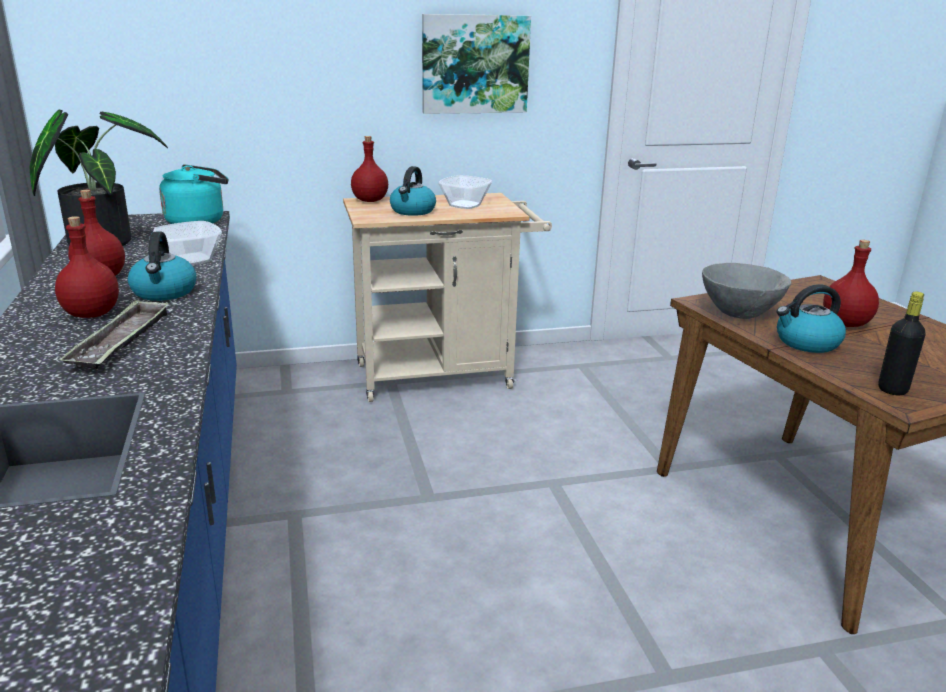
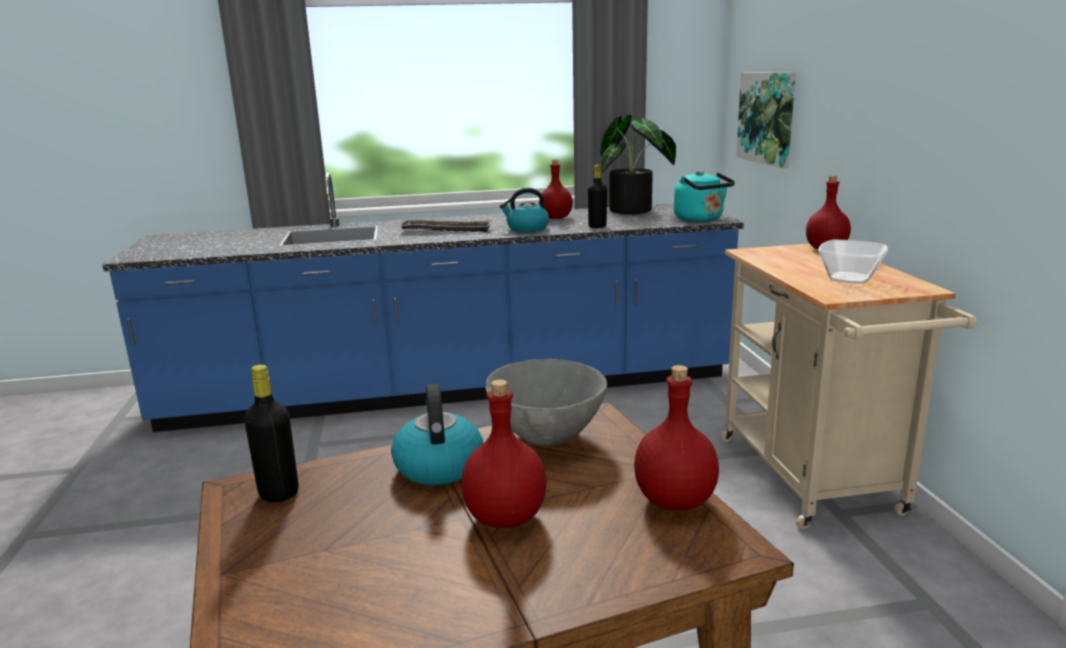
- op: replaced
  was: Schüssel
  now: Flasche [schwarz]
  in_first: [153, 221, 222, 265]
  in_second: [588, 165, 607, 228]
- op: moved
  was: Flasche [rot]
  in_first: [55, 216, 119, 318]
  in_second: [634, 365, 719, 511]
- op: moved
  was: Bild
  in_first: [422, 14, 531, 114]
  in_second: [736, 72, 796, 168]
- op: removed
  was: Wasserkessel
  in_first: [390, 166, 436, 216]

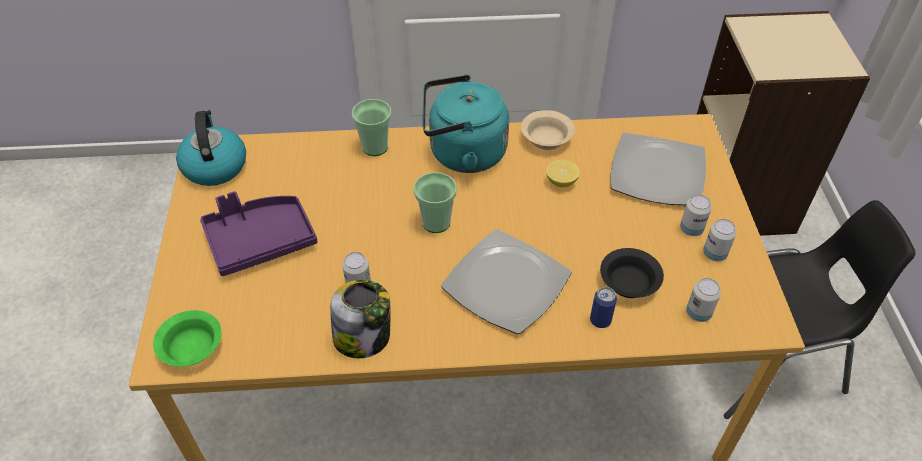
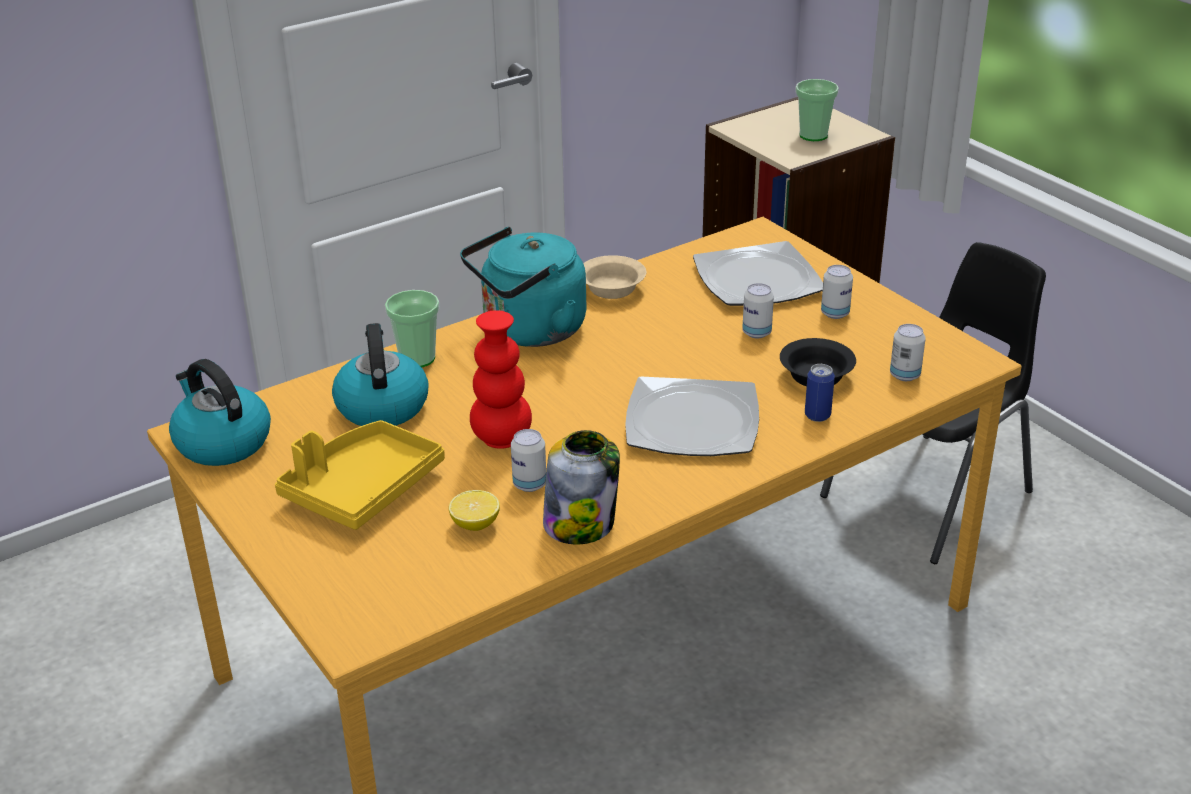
- op: recoloured
  was: Tablett [lila]
  now: Tablett [gelb]
  in_first: [200, 191, 317, 276]
  in_second: [275, 420, 445, 530]
- op: added
  now: Wasserkessel
  in_second: [332, 323, 429, 426]
- op: moved
  was: Zitrone
  in_first: [546, 160, 580, 187]
  in_second: [449, 490, 500, 531]
- op: added
  now: Vase [rot]
  in_second: [470, 310, 532, 449]
- op: moved
  was: Dose
  in_first: [703, 219, 736, 261]
  in_second: [742, 283, 774, 339]
- op: moved
  was: Tasse
  in_first: [413, 172, 457, 233]
  in_second: [796, 79, 839, 141]
- op: removed
  was: Schüssel [grün]
  in_first: [153, 310, 222, 367]

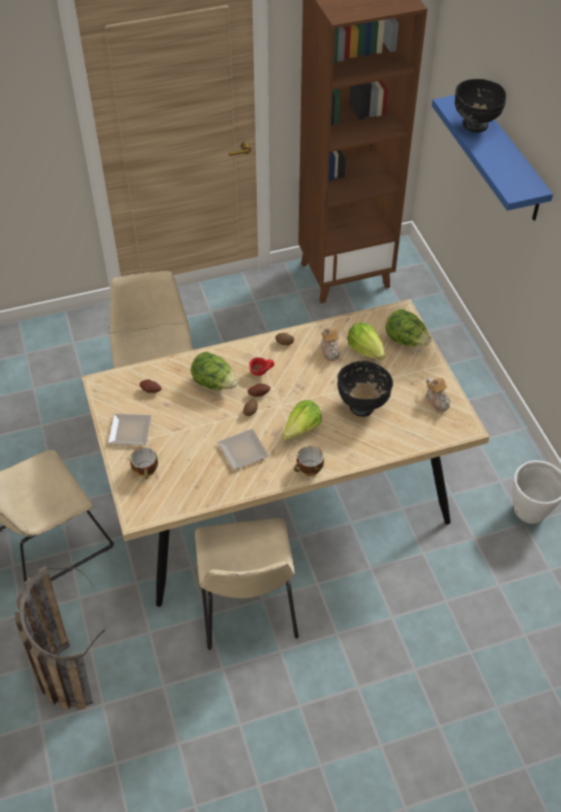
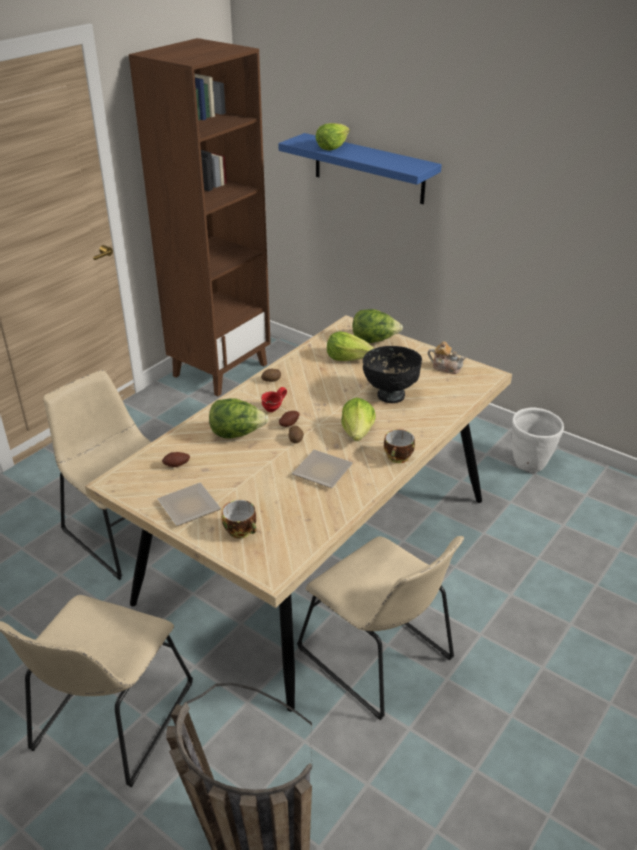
- op: replaced
  was: Schüssel [schwarz]
  now: Salatkopf
  in_first: [455, 79, 506, 133]
  in_second: [315, 123, 350, 150]
- op: removed
  was: Teekanne
  in_first: [321, 327, 341, 361]

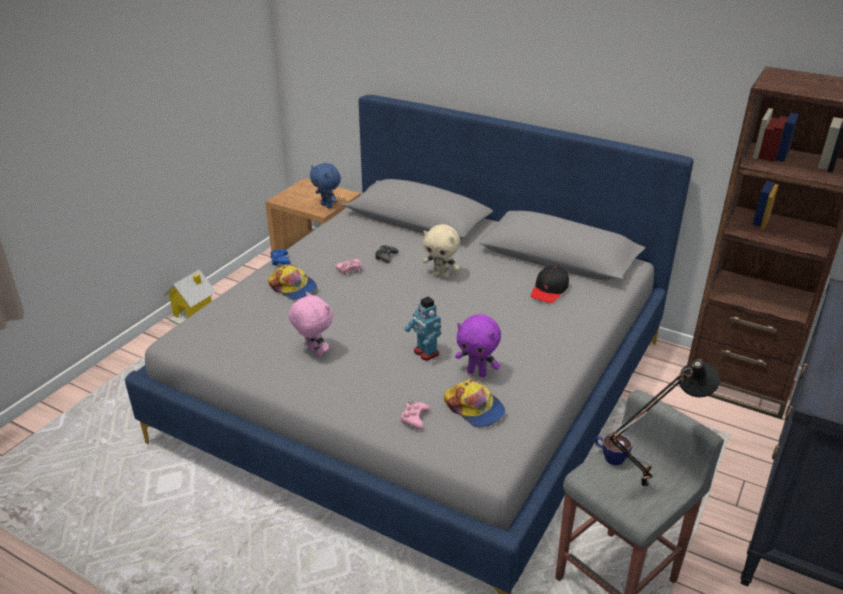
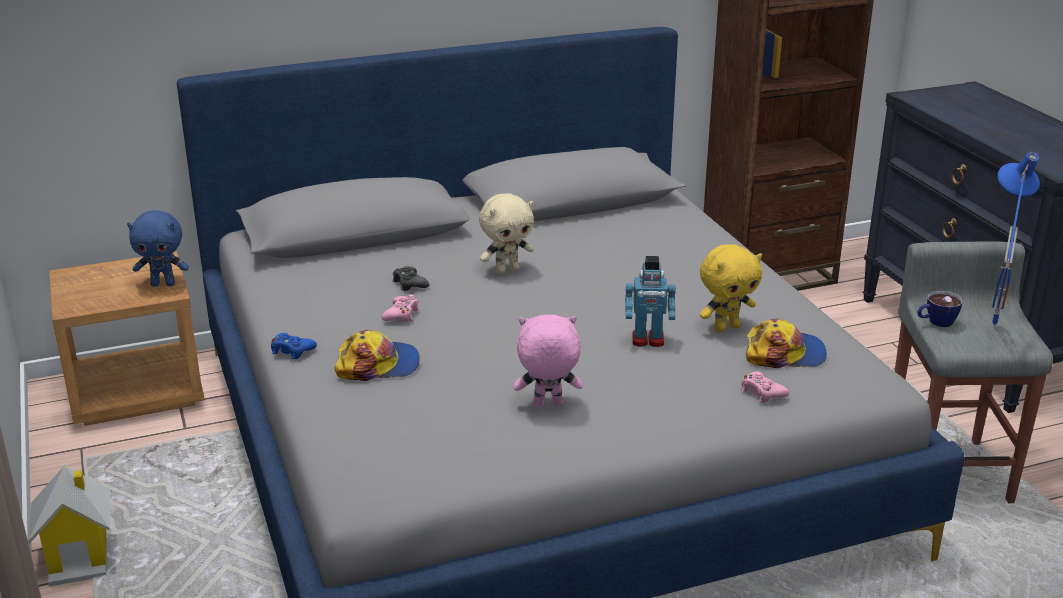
- op: recoloured
  was: Plüschtier [lila]
  now: Plüschtier [gelb]
  in_first: [455, 314, 501, 377]
  in_second: [700, 245, 762, 332]
- op: recoloured
  was: Tischlampe [schwarz]
  now: Tischlampe [blau]
  in_first: [607, 359, 720, 489]
  in_second: [992, 152, 1040, 329]
- op: removed
  was: Kappe [schwarz]
  in_first: [531, 265, 569, 303]

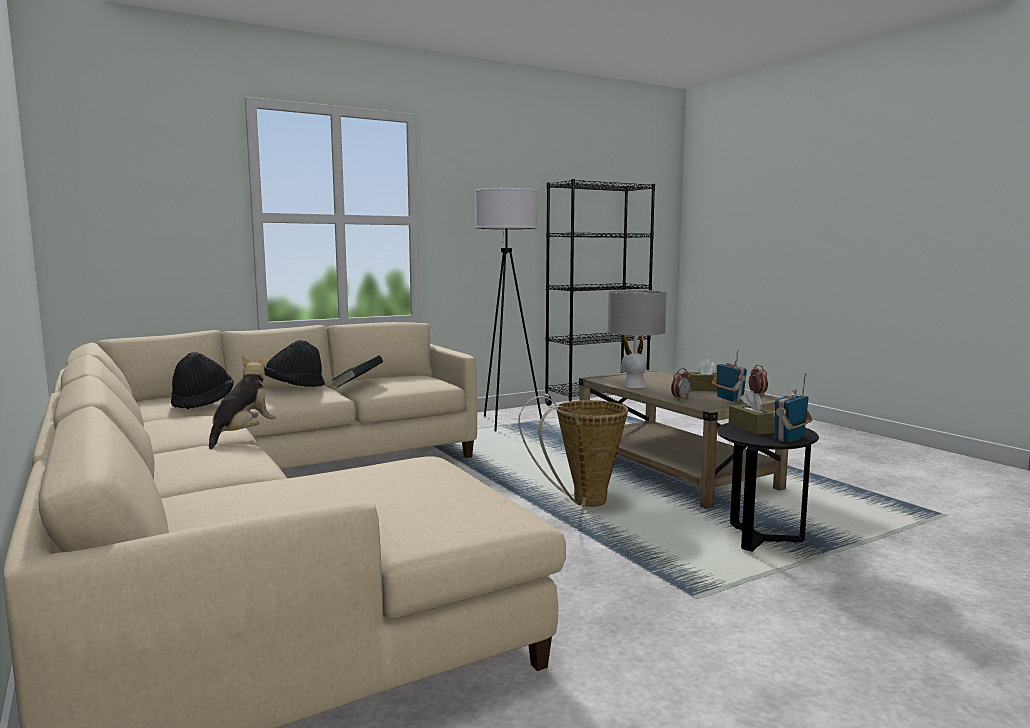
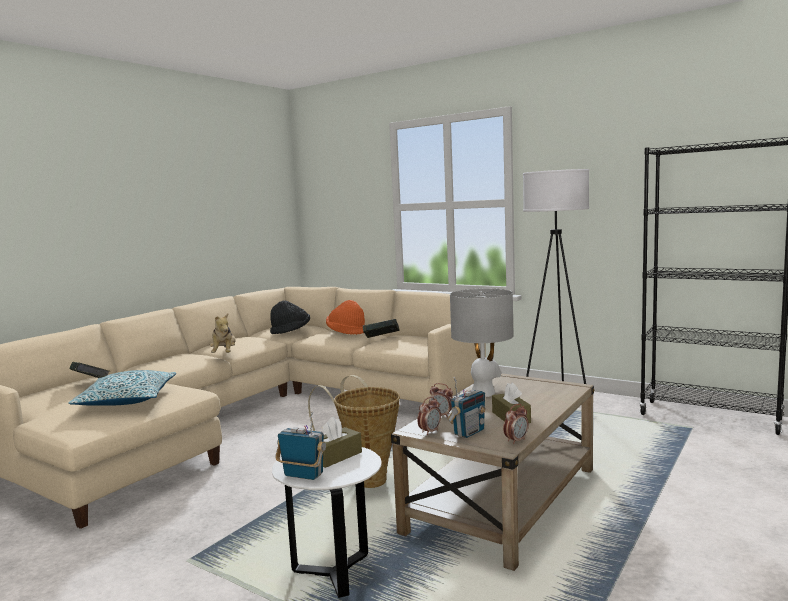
- op: added
  now: Kissen
  in_second: [68, 370, 176, 406]
- op: added
  now: Buch
  in_second: [69, 362, 110, 378]
- op: turned
  was: Plüschtier
  in_first: [209, 356, 276, 449]
  in_second: [210, 314, 236, 353]
  clockwise: 90
- op: recoloured
  was: Beistelltisch [schwarz]
  now: Beistelltisch [weiß]
  in_first: [717, 423, 819, 552]
  in_second: [272, 447, 382, 598]
- op: recoloured
  was: Hut [schwarz]
  now: Hut [orange]
  in_first: [264, 340, 325, 387]
  in_second: [326, 300, 365, 335]
- op: added
  now: Wecker
  in_second: [417, 397, 441, 435]

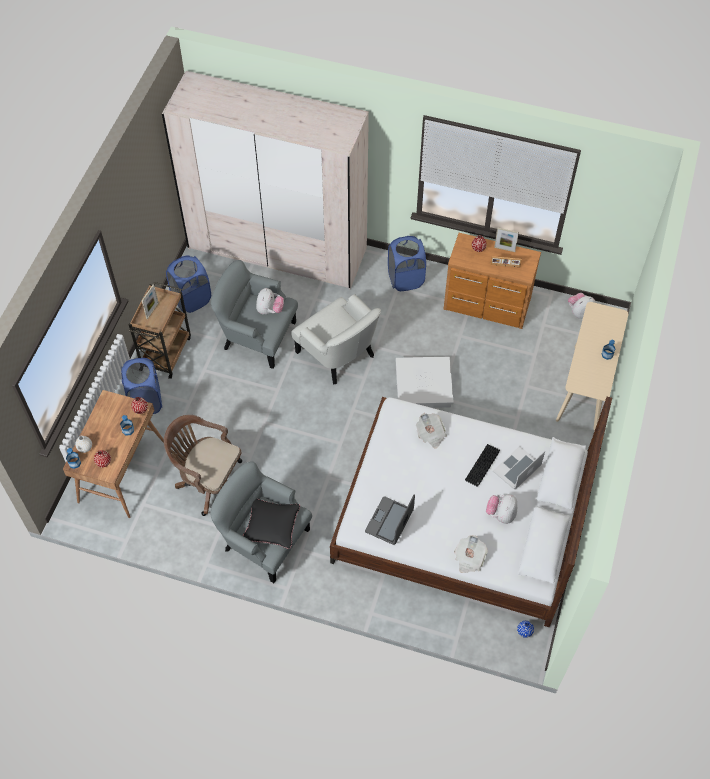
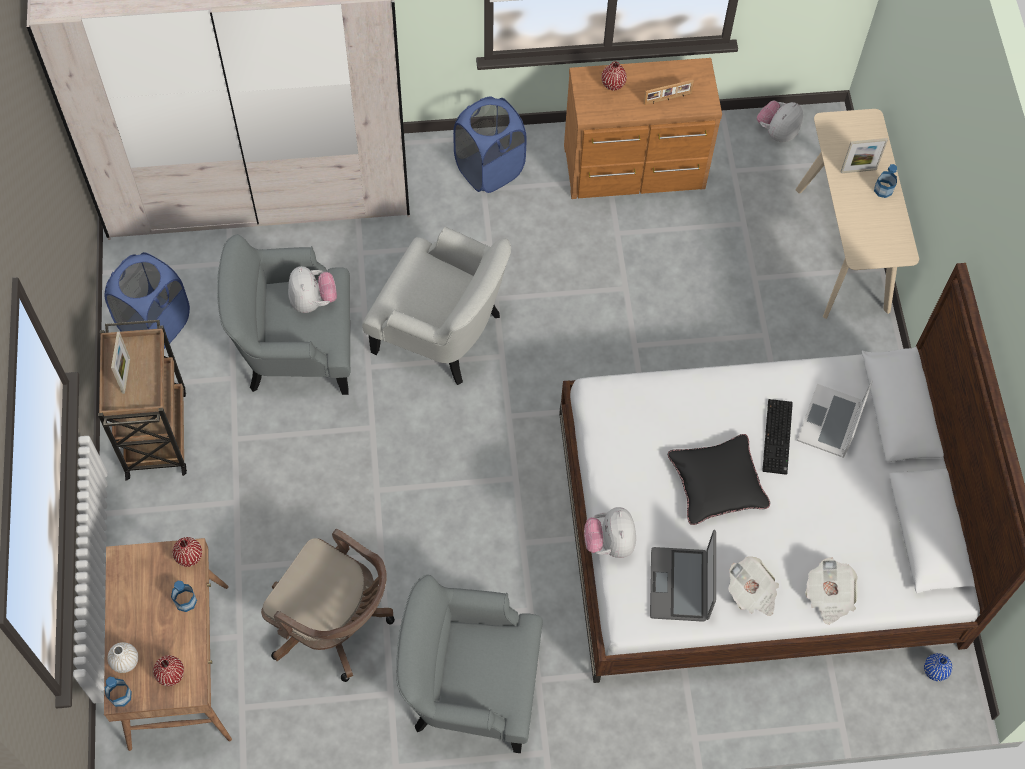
- op: turned
  was: Bürostuhl [braun]
  in_first: [164, 415, 242, 516]
  in_second: [261, 529, 395, 682]
  clockwise: -150
- op: moved
  was: Plüschtier
  in_first: [486, 494, 517, 524]
  in_second: [584, 507, 636, 558]
- op: moved
  was: Kissen [schwarz]
  in_first: [243, 498, 300, 549]
  in_second: [668, 434, 770, 525]
- op: moved
  was: Zeitung
  in_first: [416, 413, 447, 449]
  in_second: [728, 556, 779, 616]
- op: moved
  was: Bilderrahmen
  in_first: [494, 228, 519, 252]
  in_second: [840, 138, 888, 173]
- op: removed
  was: Wäschekorb [blau]
  in_first: [121, 358, 162, 414]
- op: removed
  was: Aufbewahrungsbox [weiß]
  in_first: [396, 357, 454, 408]

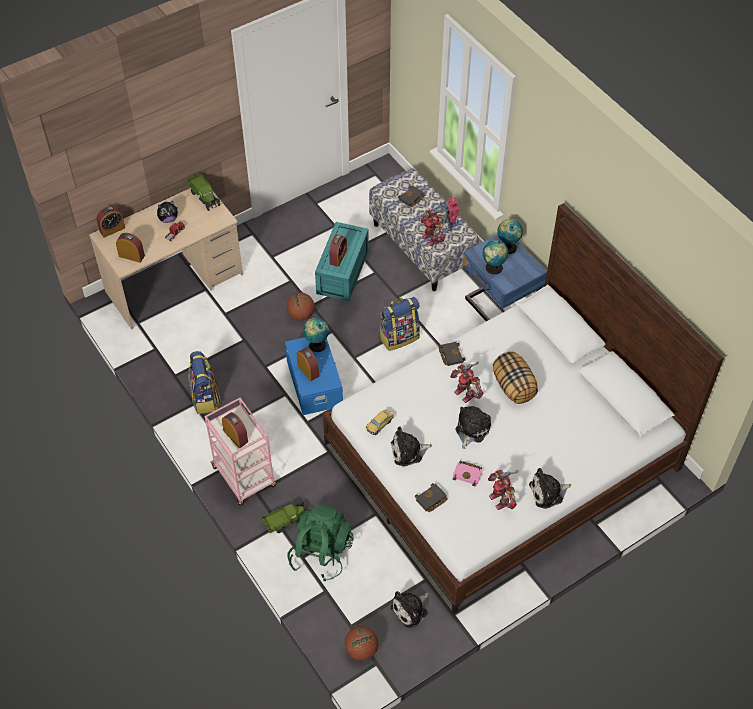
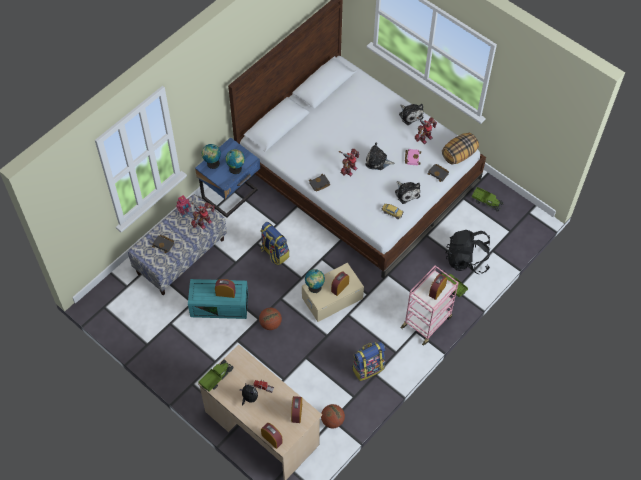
- op: recoloured
  was: Aufbewahrungsbox [blau]
  now: Aufbewahrungsbox [beige]
  in_first: [285, 337, 343, 415]
  in_second: [302, 263, 364, 322]
- op: moved
  was: Basketball
  in_first: [345, 626, 378, 661]
  in_second: [321, 404, 345, 428]
- op: moved
  was: Kissen
  in_first: [493, 351, 538, 404]
  in_second: [442, 133, 479, 164]
- op: recoloured
  was: Rucksack [grün]
  now: Rucksack [schwarz]
  in_first: [288, 504, 353, 581]
  in_second: [446, 230, 490, 274]
- op: replaced
  was: Plüschtier
  now: Spielzeuglaster
  in_first: [390, 591, 429, 628]
  in_second: [472, 187, 503, 212]

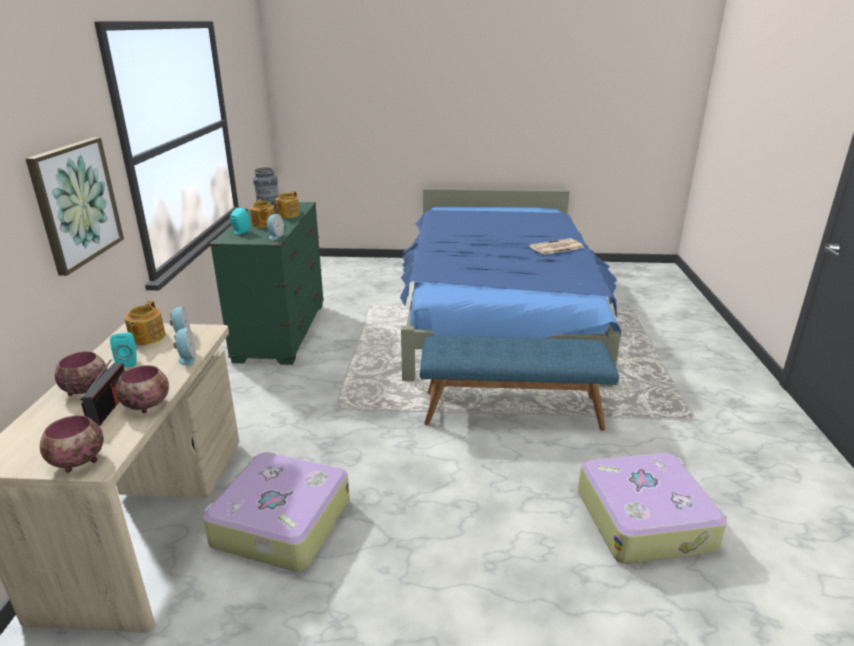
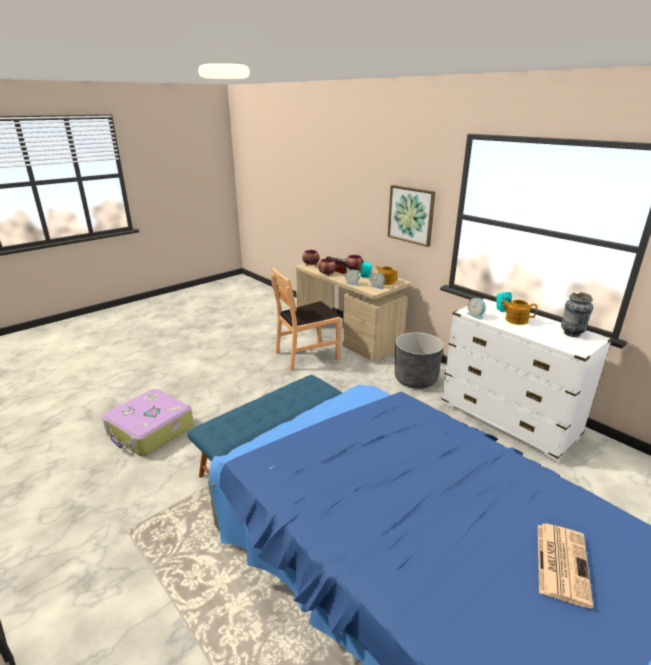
- op: replaced
  was: Koffer
  now: Stuhl [braun]
  in_first: [203, 452, 350, 572]
  in_second: [270, 267, 341, 371]
- op: added
  now: Pflanzkübel [grau]
  in_second: [395, 332, 444, 389]
- op: recoloured
  was: Kommode [grün]
  now: Kommode [weiß]
  in_first: [210, 202, 324, 365]
  in_second: [441, 298, 613, 462]
- op: moved
  was: Zeitung
  in_first: [529, 238, 584, 255]
  in_second: [538, 524, 593, 608]
- op: removed
  was: Teekanne
  in_first: [275, 191, 300, 218]

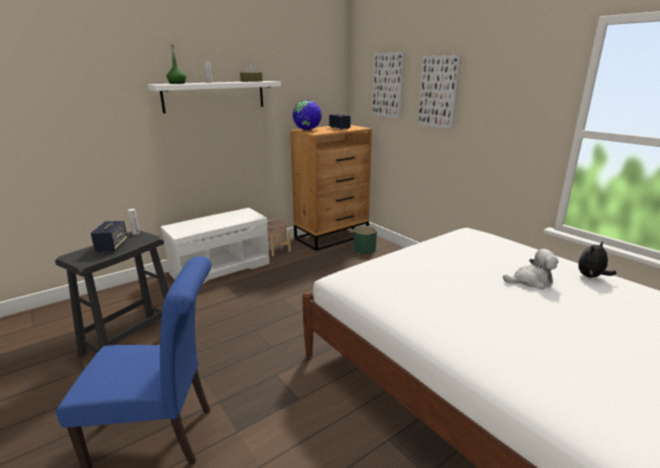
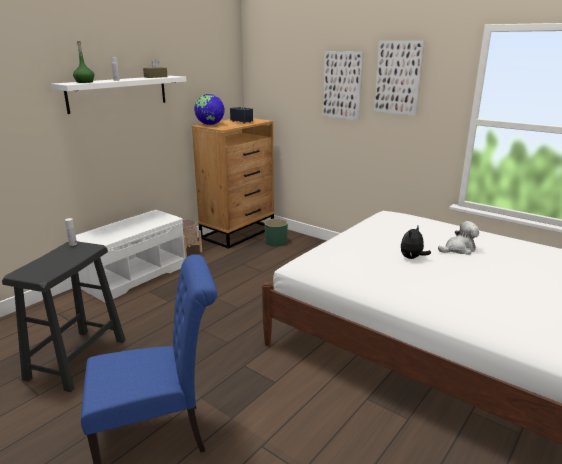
- op: moved
  was: Bild
  in_first: [372, 52, 405, 118]
  in_second: [374, 41, 424, 116]
- op: moved
  was: Plüschtier
  in_first: [578, 240, 616, 278]
  in_second: [401, 226, 431, 259]
- op: removed
  was: Lautsprecher
  in_first: [91, 221, 128, 252]

